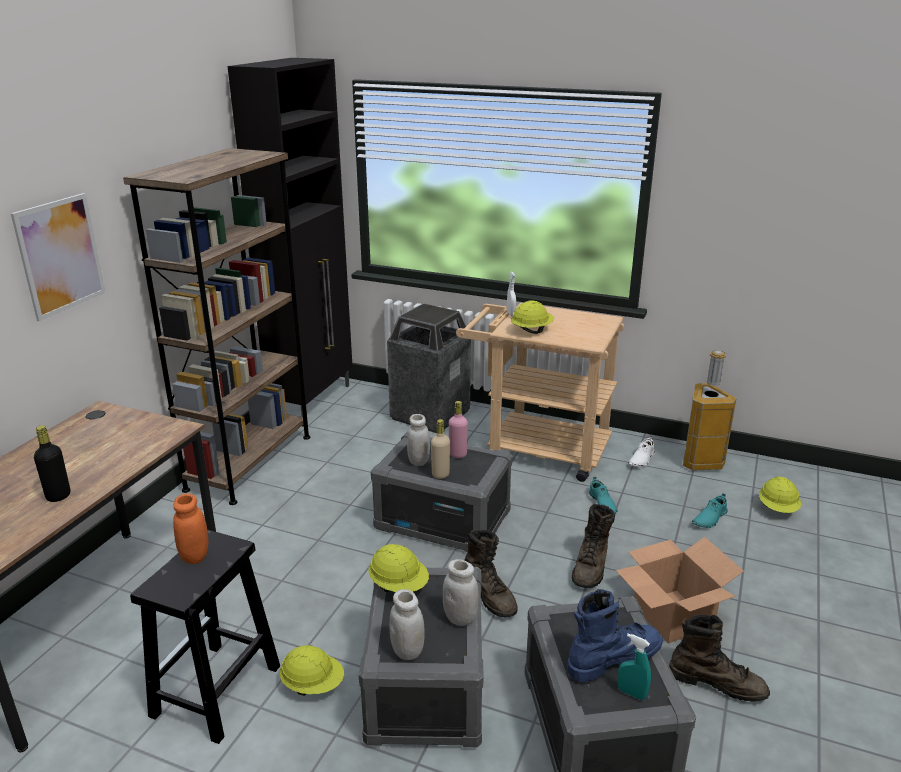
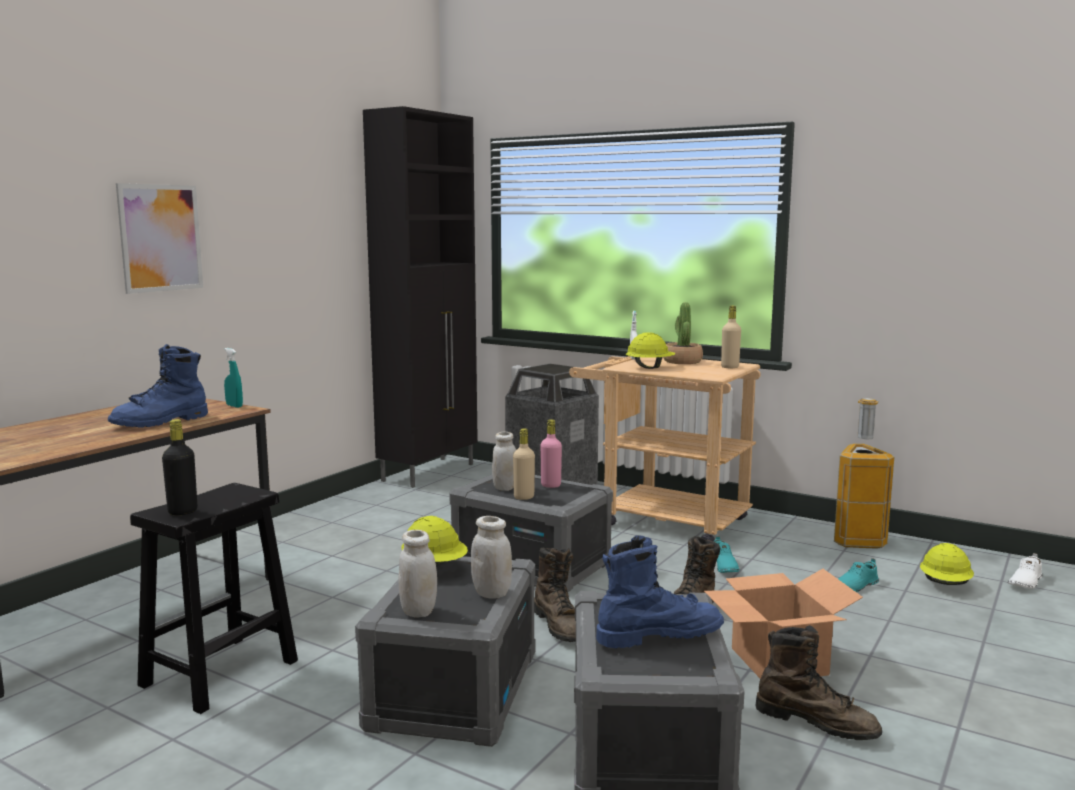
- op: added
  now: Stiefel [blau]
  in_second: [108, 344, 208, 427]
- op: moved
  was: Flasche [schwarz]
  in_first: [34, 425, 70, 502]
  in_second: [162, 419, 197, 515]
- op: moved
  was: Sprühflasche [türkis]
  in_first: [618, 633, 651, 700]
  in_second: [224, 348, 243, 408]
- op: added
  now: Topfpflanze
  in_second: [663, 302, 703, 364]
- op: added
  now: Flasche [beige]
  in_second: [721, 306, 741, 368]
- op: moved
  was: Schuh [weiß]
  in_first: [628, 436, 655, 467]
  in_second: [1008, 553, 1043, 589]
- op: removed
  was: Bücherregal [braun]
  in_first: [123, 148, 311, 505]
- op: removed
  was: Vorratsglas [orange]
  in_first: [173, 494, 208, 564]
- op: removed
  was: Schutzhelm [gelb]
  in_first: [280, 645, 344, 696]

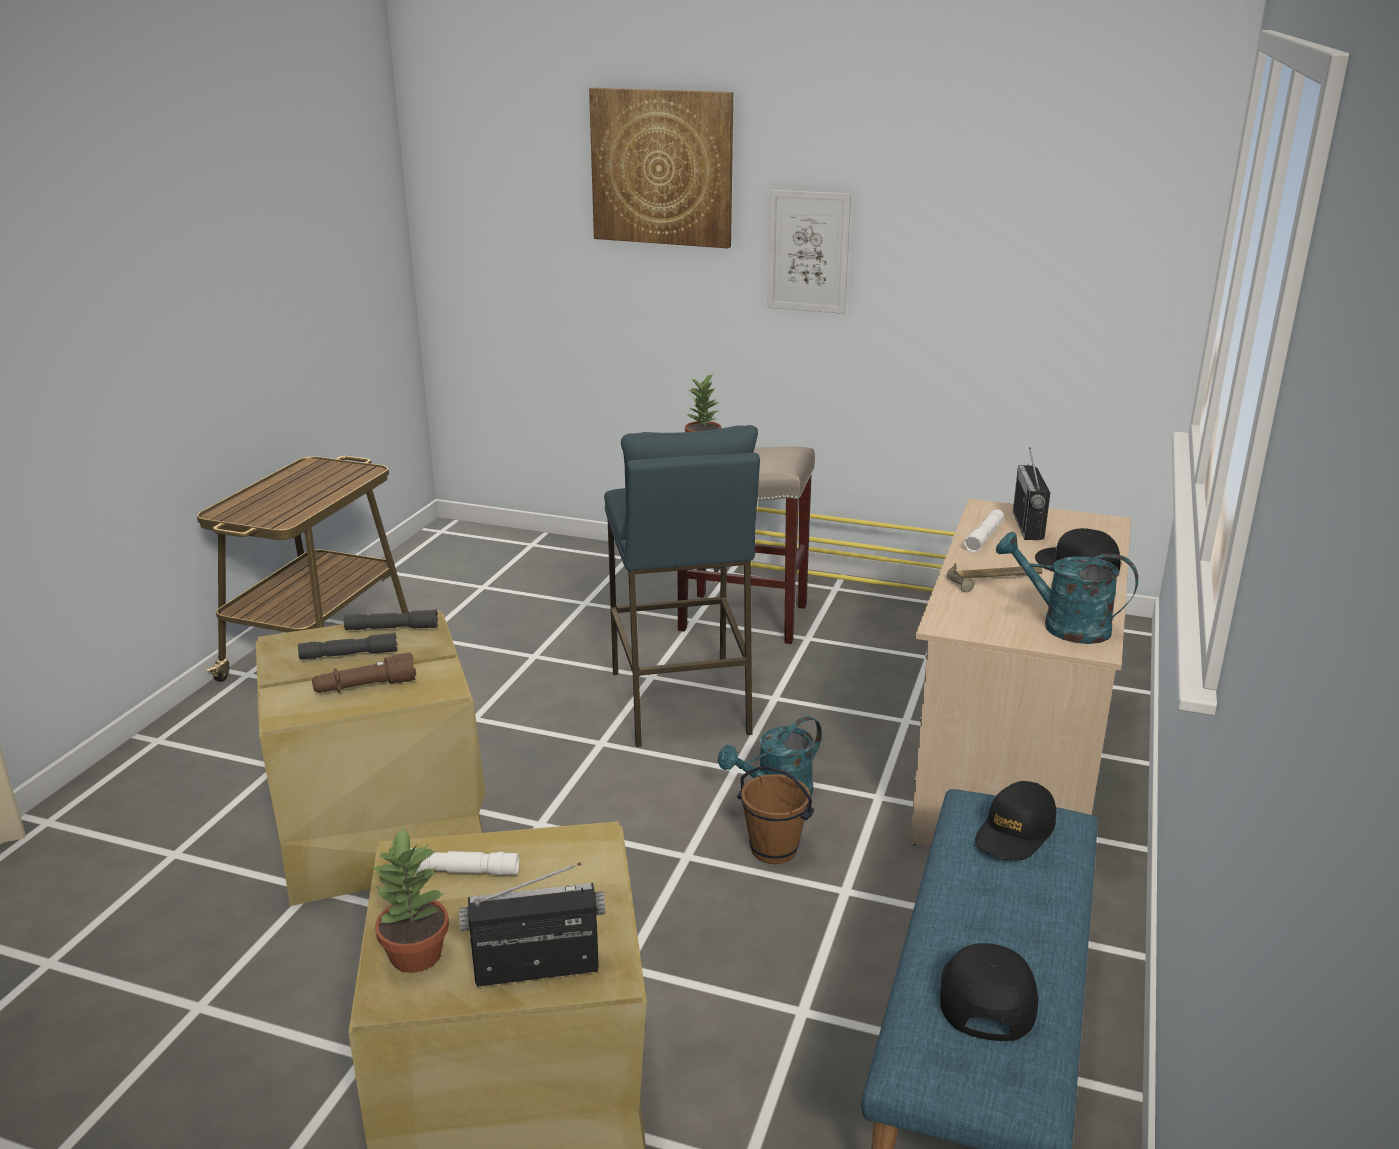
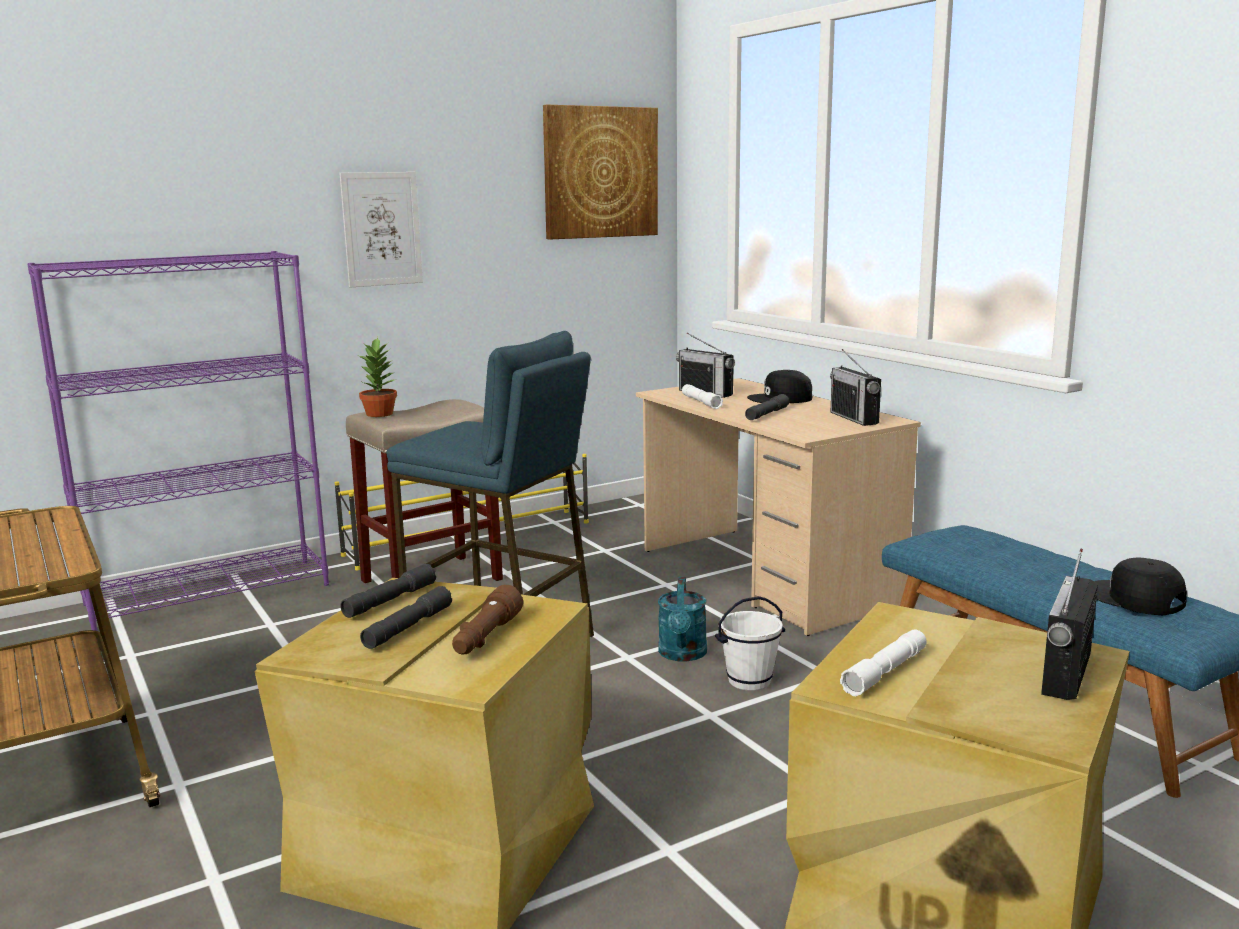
- op: added
  now: Bücherregal [lila]
  in_second: [27, 251, 329, 631]
- op: moved
  was: Bild
  in_first: [589, 88, 733, 248]
  in_second: [543, 105, 658, 239]
- op: recoloured
  was: Eimer [braun]
  now: Eimer [weiß]
  in_first: [737, 766, 814, 864]
  in_second: [715, 596, 785, 691]
- op: replaced
  was: Hammer
  now: Taschenlampe [grau]
  in_first: [947, 563, 1042, 592]
  in_second: [745, 394, 789, 420]
- op: replaced
  was: Gießkanne [türkis]
  now: Radio
  in_first: [996, 532, 1138, 644]
  in_second: [830, 349, 881, 426]
- op: removed
  was: Topfpflanze
  in_first: [372, 826, 449, 973]
- op: removed
  was: Kappe [schwarz]
  in_first: [975, 781, 1056, 861]

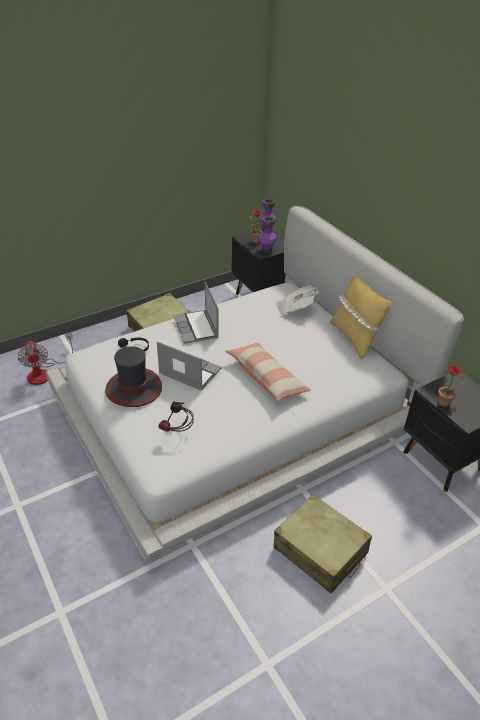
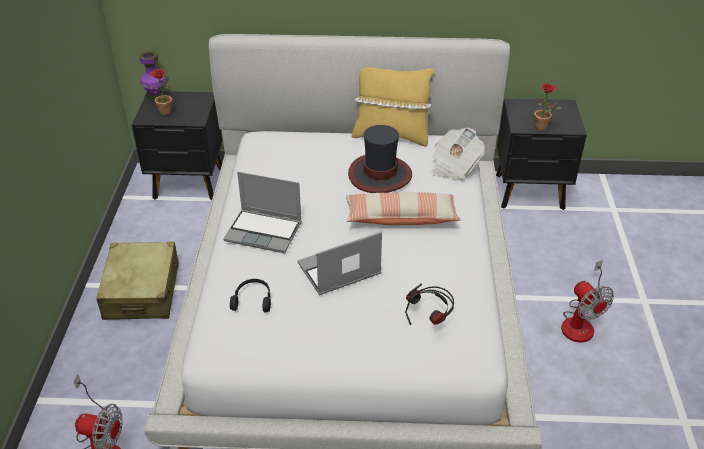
- op: moved
  was: Hut
  in_first: [105, 346, 162, 407]
  in_second: [348, 125, 412, 193]
- op: moved
  was: Zeitung
  in_first: [276, 285, 318, 314]
  in_second: [432, 128, 485, 179]
- op: replaced
  was: Koffer [beige]
  now: Ventilator
  in_first: [274, 495, 372, 593]
  in_second: [561, 260, 614, 343]
- op: removed
  was: Vase [lila]
  in_first: [258, 216, 277, 253]

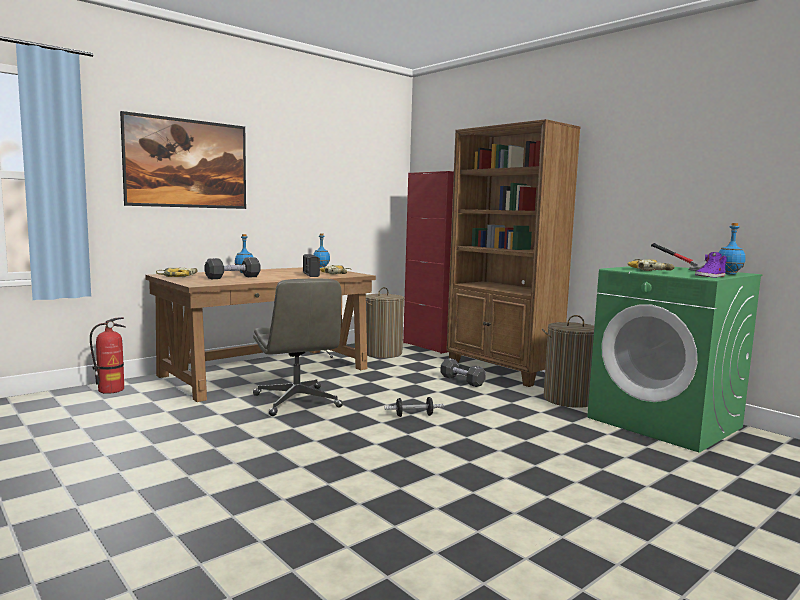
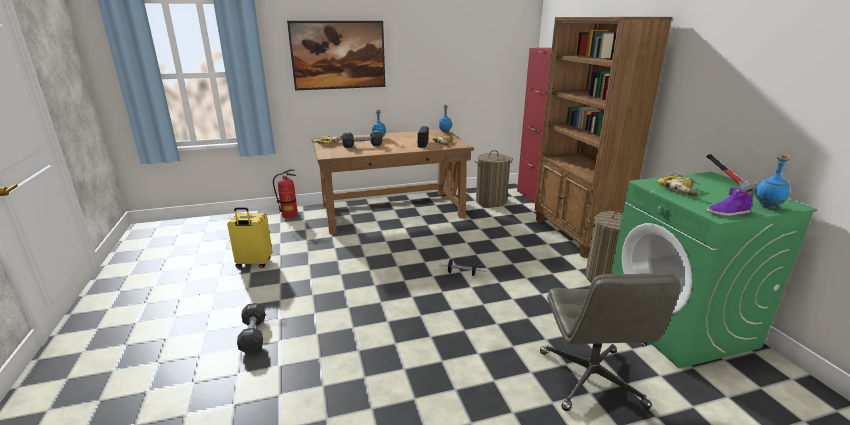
- op: added
  now: Koffer [gelb]
  in_second: [227, 207, 272, 268]
- op: moved
  was: Hantel [schwarz]
  in_first: [441, 358, 486, 387]
  in_second: [237, 303, 265, 353]
- op: moved
  was: Bürostuhl [grau]
  in_first: [253, 279, 343, 416]
  in_second: [540, 273, 681, 411]

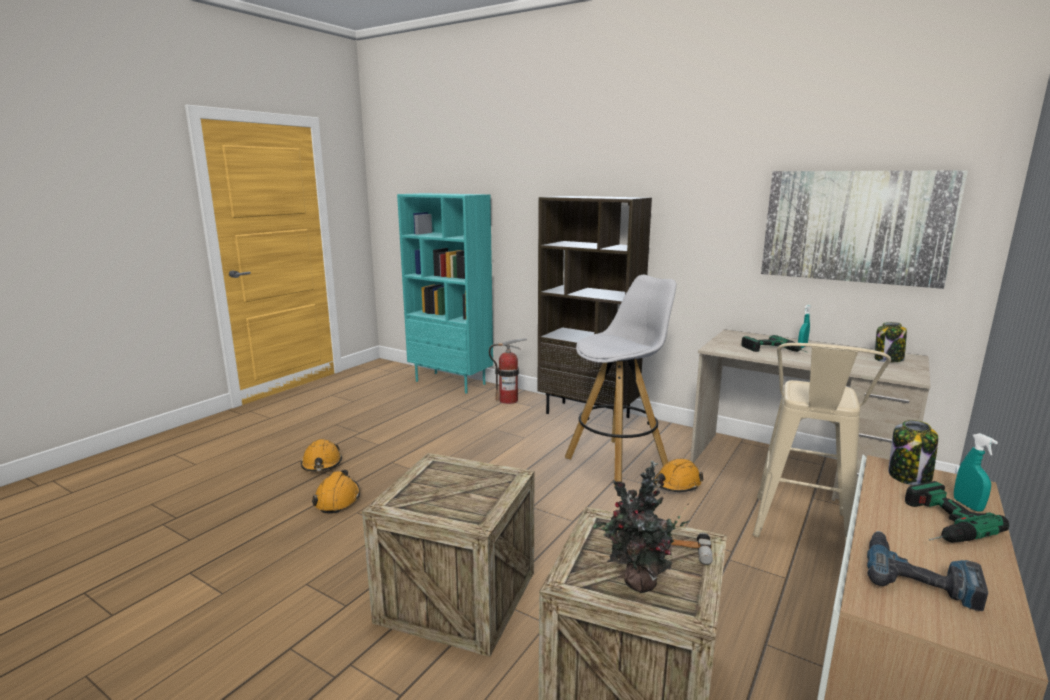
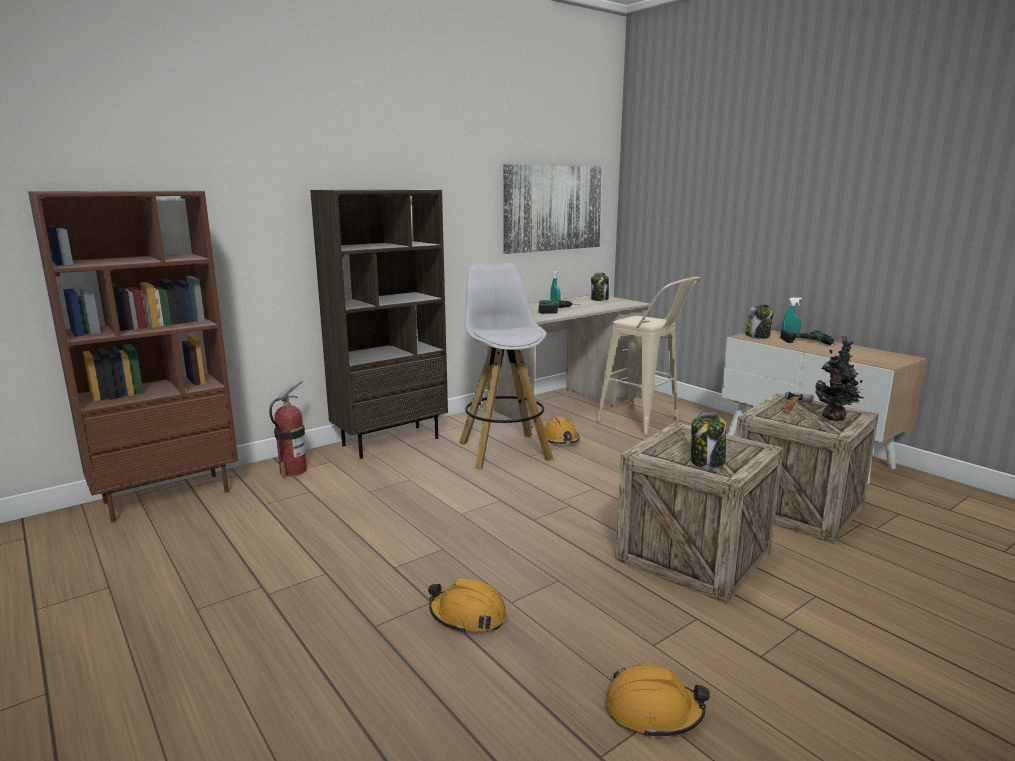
- op: recoloured
  was: Bücherregal [türkis]
  now: Bücherregal [braun]
  in_first: [397, 193, 493, 394]
  in_second: [28, 190, 238, 522]
- op: moved
  was: Schutzhelm [orange]
  in_first: [301, 439, 342, 471]
  in_second: [605, 665, 710, 739]
- op: added
  now: Vorratsglas
  in_second: [691, 412, 726, 468]
- op: removed
  was: Bohrmaschine
  in_first: [867, 531, 988, 611]

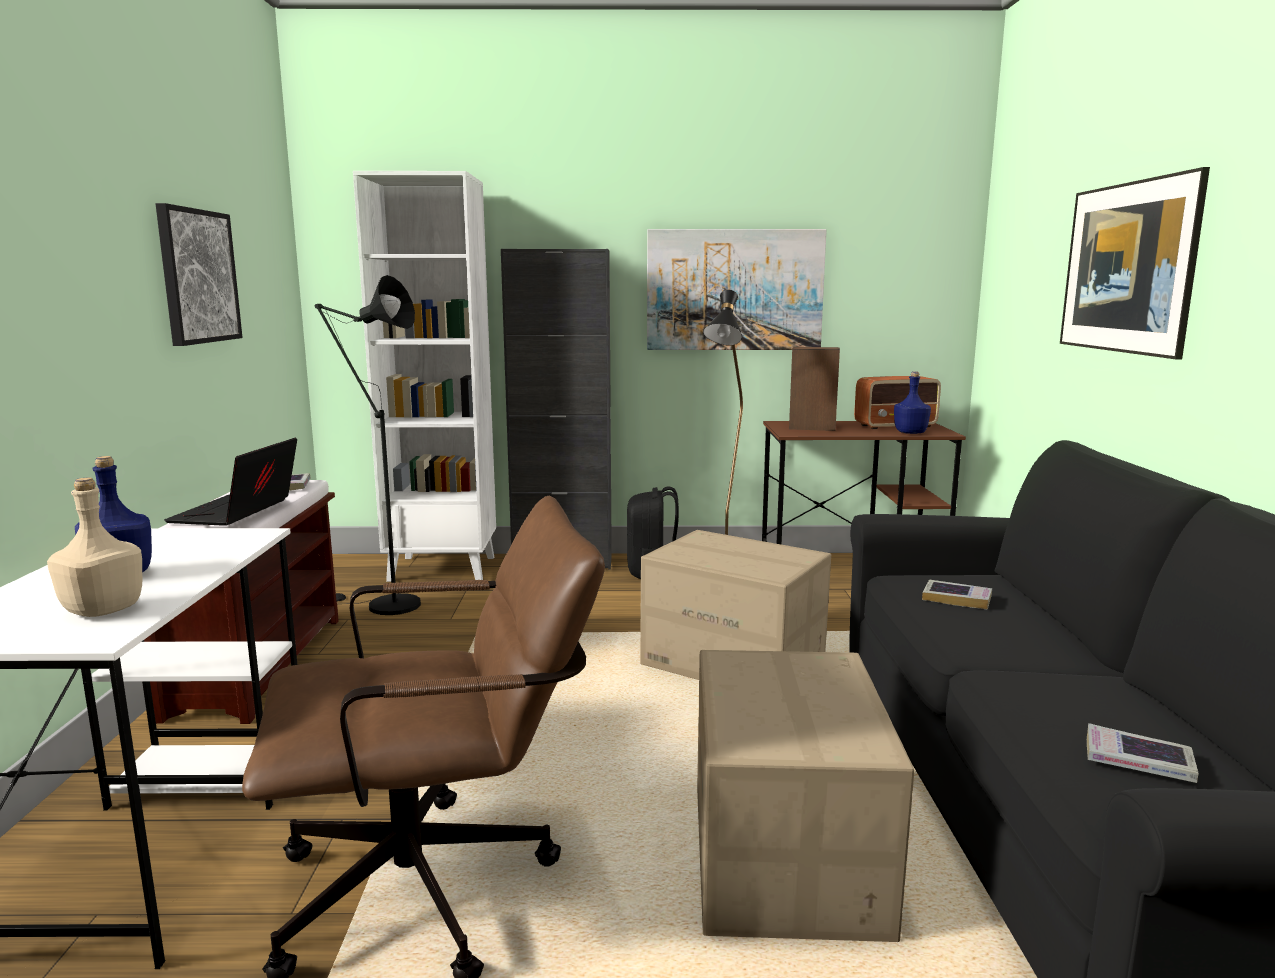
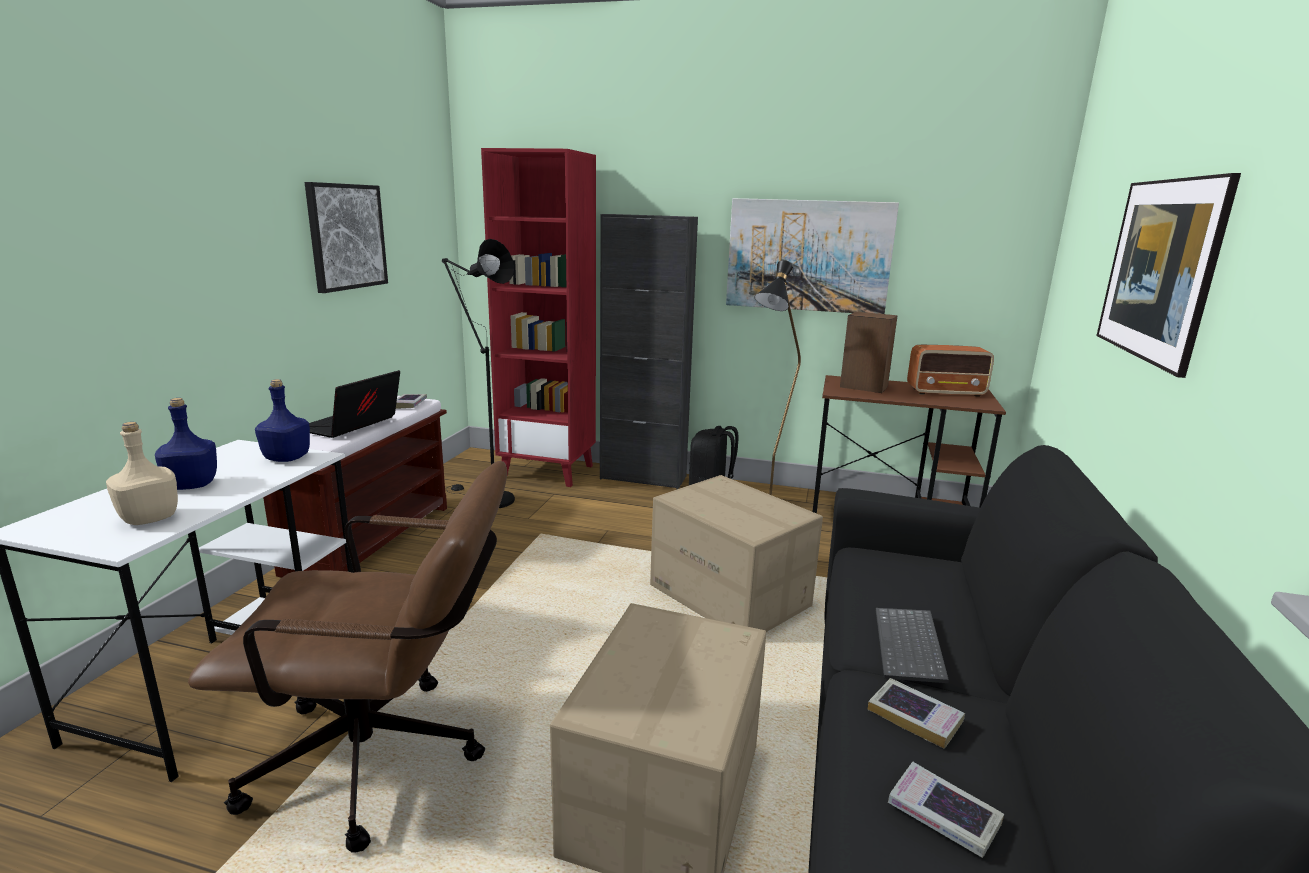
- op: moved
  was: Flasche [blau]
  in_first: [894, 371, 931, 434]
  in_second: [255, 379, 310, 462]
- op: recoloured
  was: Bücherregal [weiß]
  now: Bücherregal [rot]
  in_first: [353, 171, 496, 582]
  in_second: [481, 148, 596, 487]
- op: moved
  was: Buch
  in_first: [922, 579, 992, 609]
  in_second: [868, 678, 965, 749]
- op: added
  now: Tastatur
  in_second: [876, 608, 949, 683]

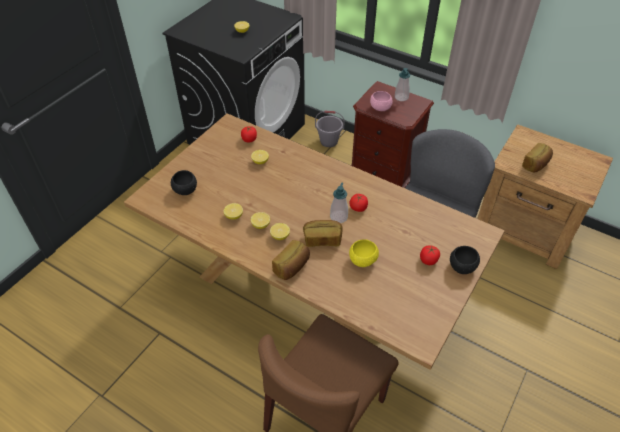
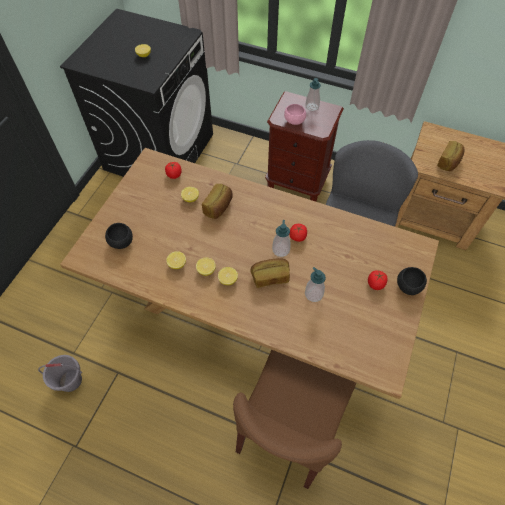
- op: moved
  was: Eimer [grau]
  in_first: [315, 111, 345, 147]
  in_second: [38, 355, 82, 392]
- op: moved
  was: Brot
  in_first: [272, 240, 310, 280]
  in_second: [202, 184, 233, 219]
- op: replaced
  was: Schüssel [gelb]
  now: Seifenspender
  in_first: [349, 239, 379, 267]
  in_second: [305, 267, 326, 302]

